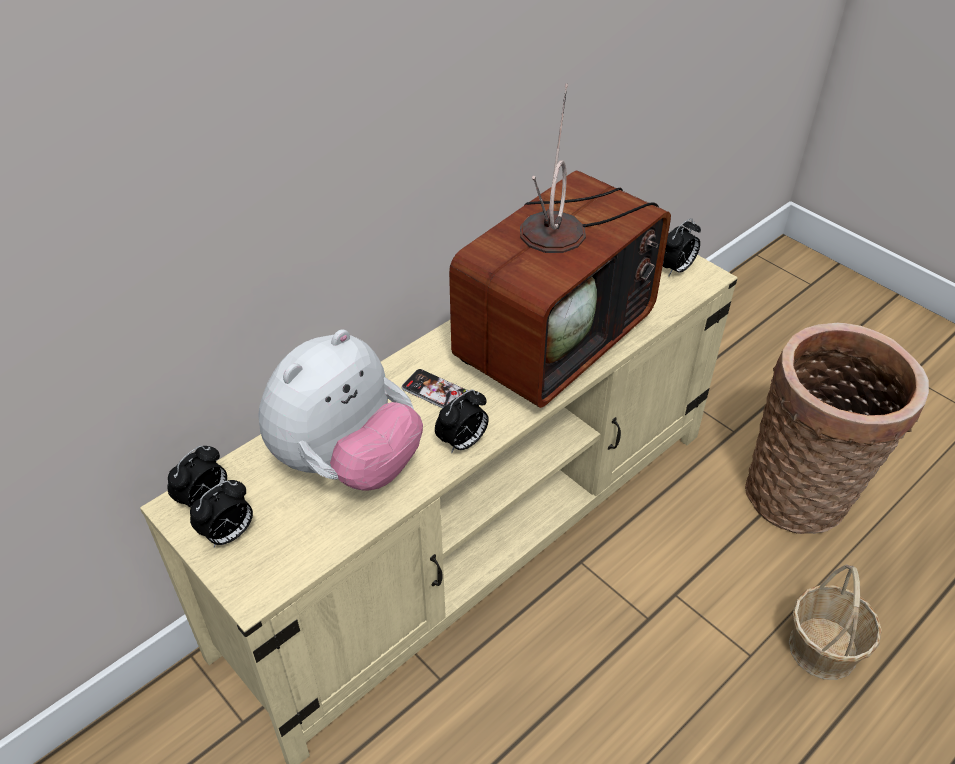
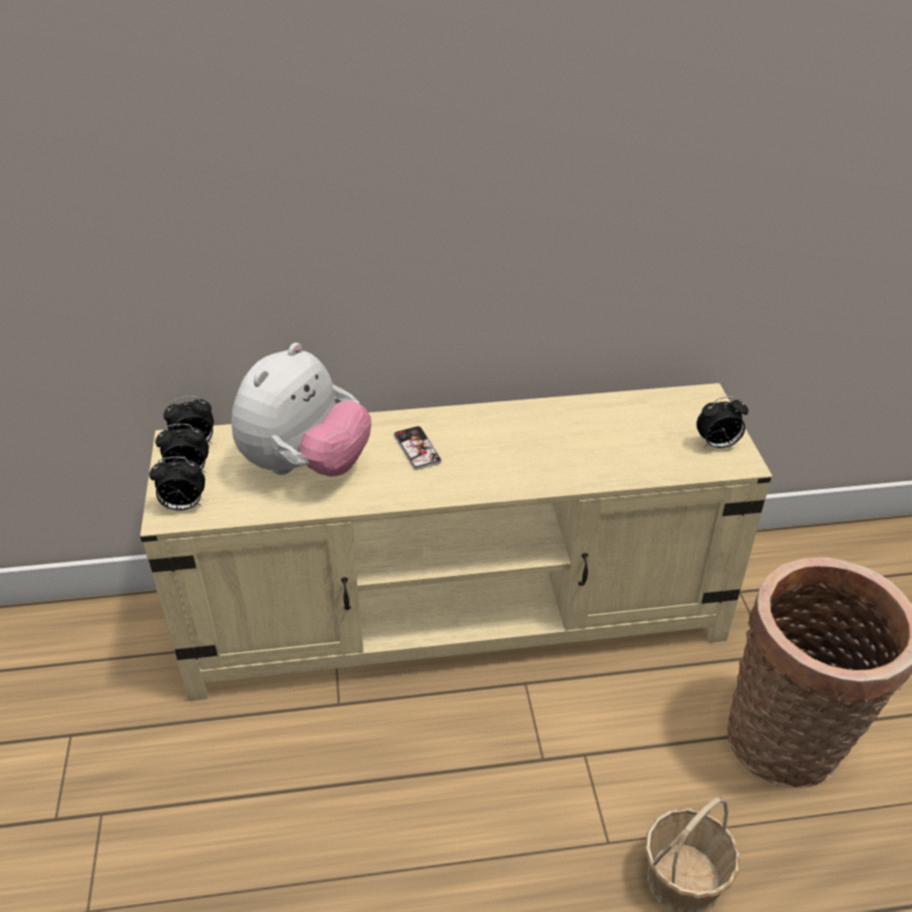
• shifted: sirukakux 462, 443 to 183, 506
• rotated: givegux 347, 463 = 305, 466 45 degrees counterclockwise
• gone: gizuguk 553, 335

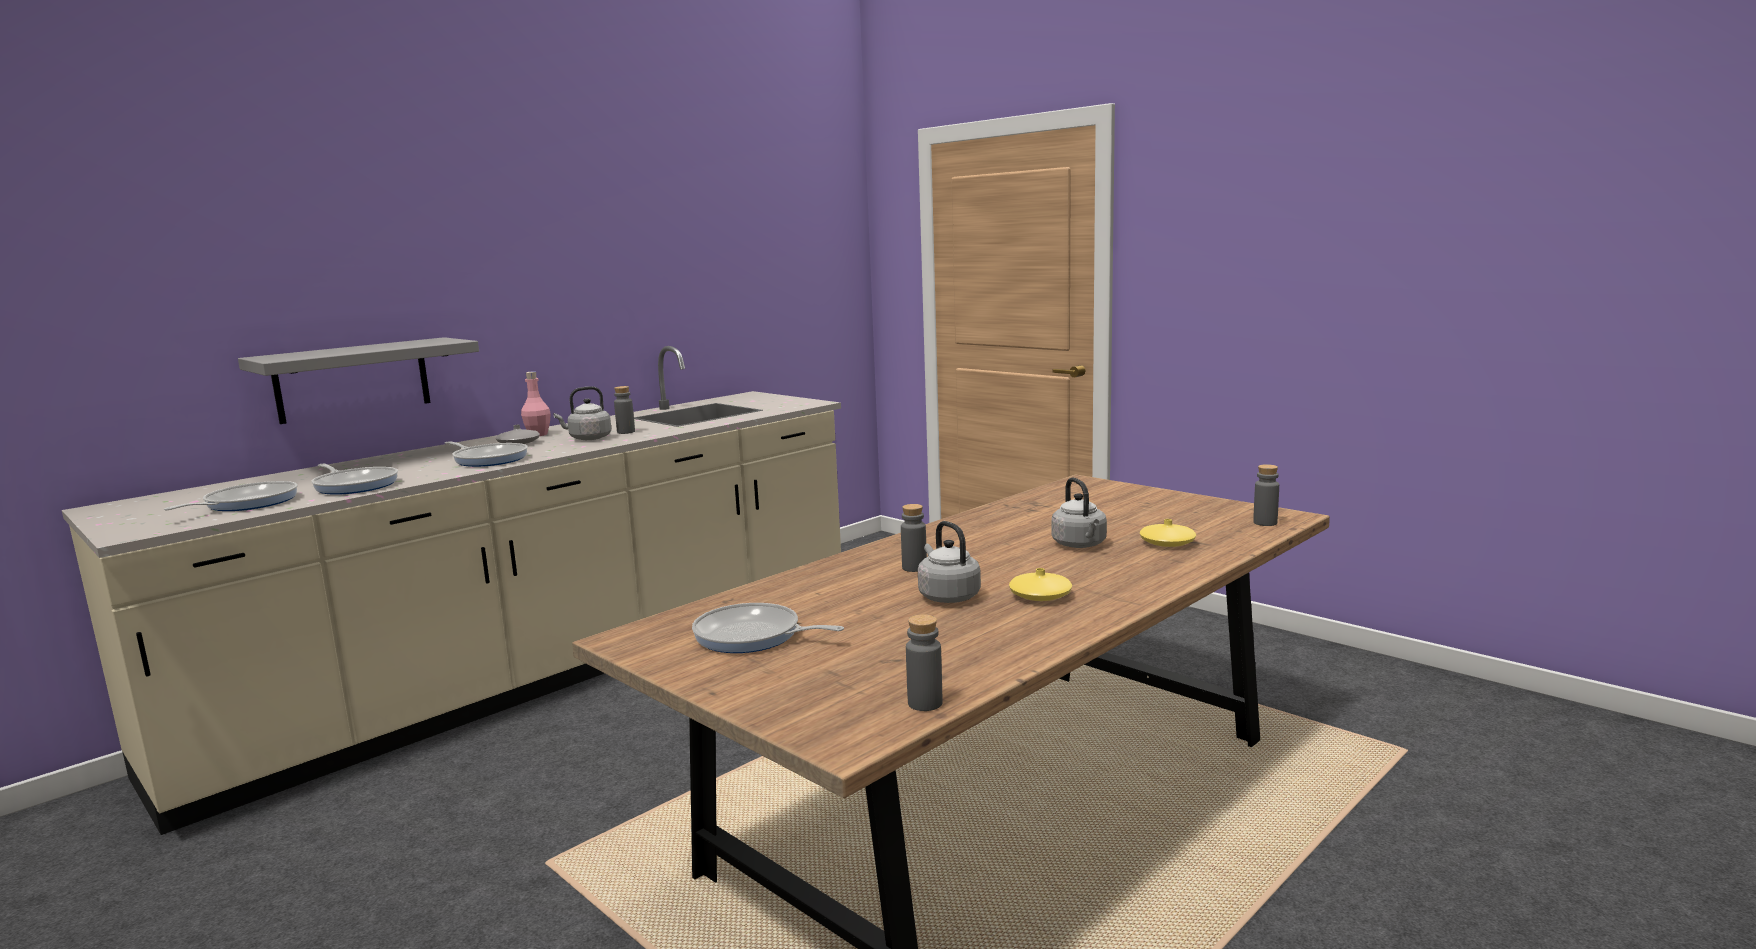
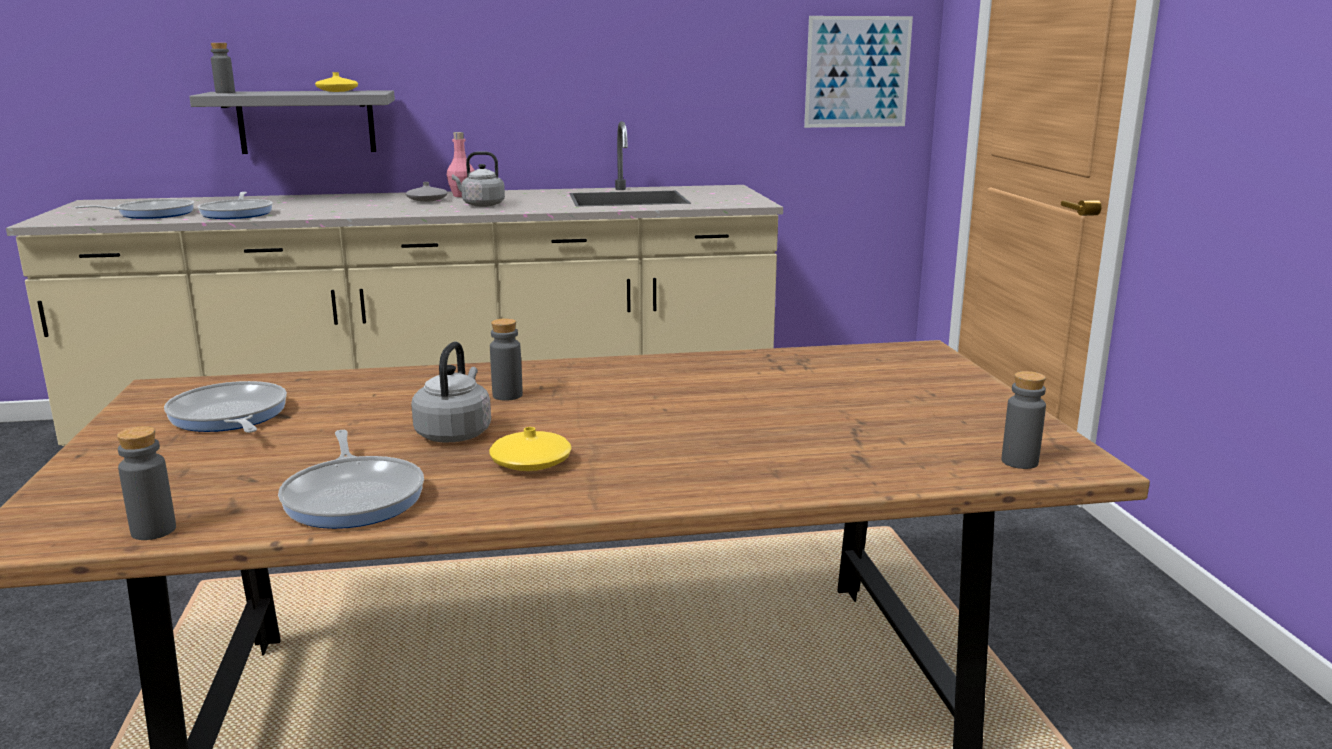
• shifted: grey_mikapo 626, 432 to 225, 92
• shifted: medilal 489, 459 to 354, 497
• shifted: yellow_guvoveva 1167, 543 to 337, 91
• new: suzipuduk 857, 72
• gone: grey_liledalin 1080, 545

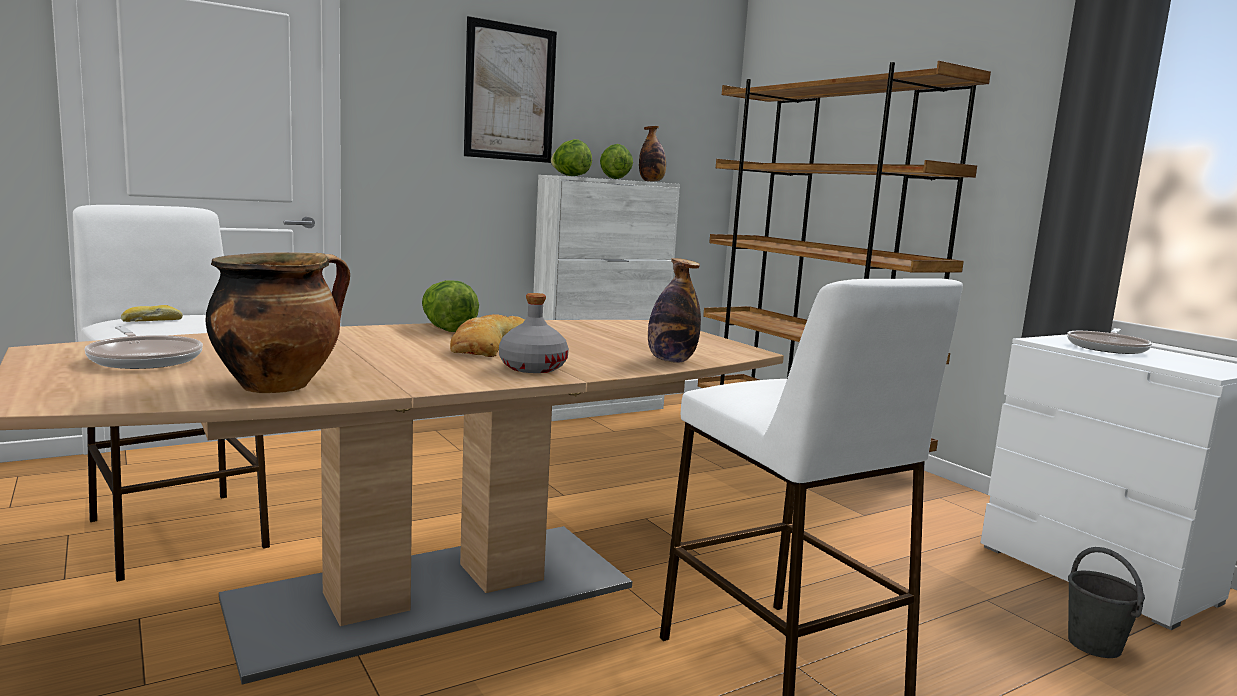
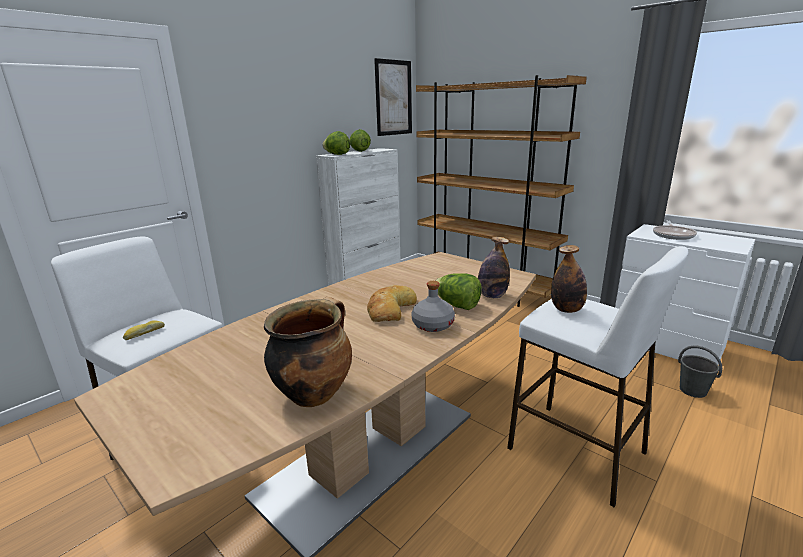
• shifted: suzipuduk 510, 93 to 393, 98
• shifted: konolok 446, 329 to 457, 305
• shifted: mikapo 651, 181 to 567, 310
• gone: medilal 144, 359

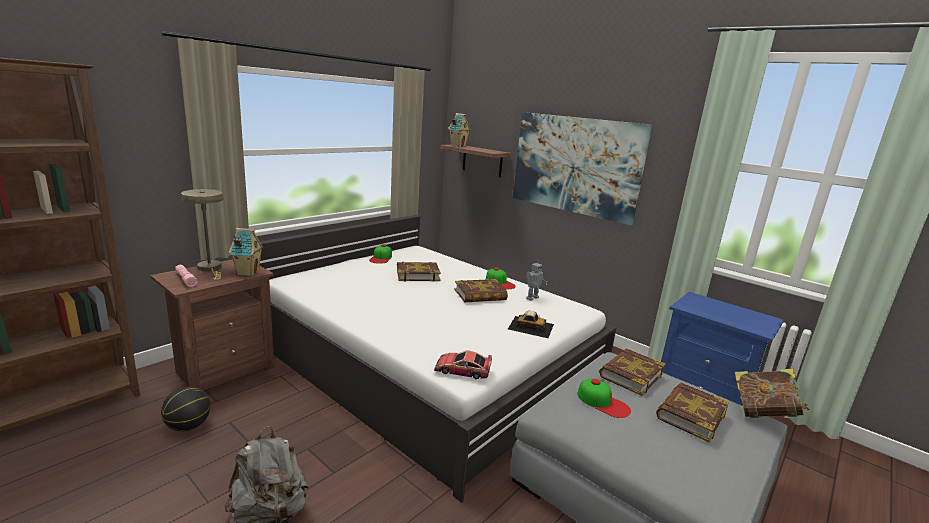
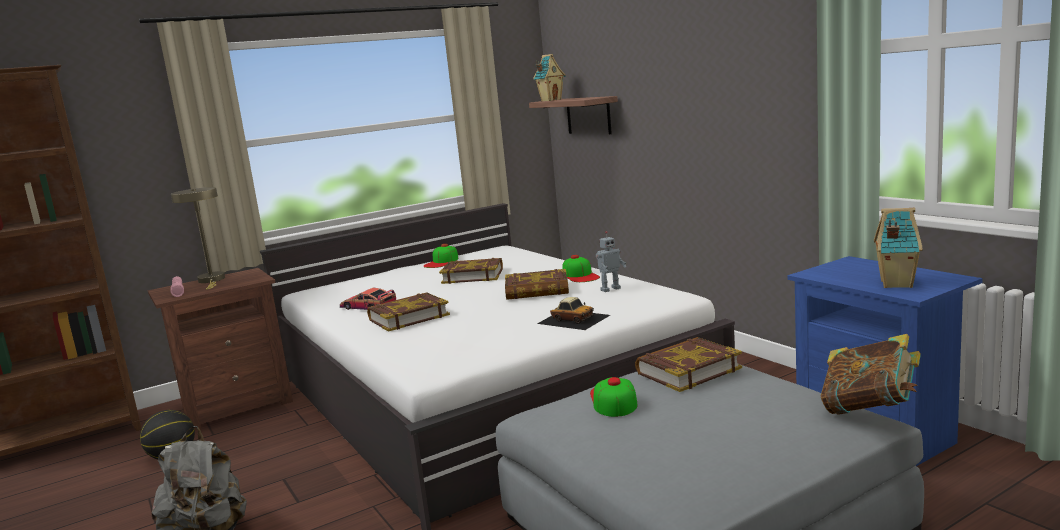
• shifted: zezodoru 462, 370 to 368, 306
• shifted: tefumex 690, 415 to 408, 317
• rotated: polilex 603, 402 = 613, 399 150 degrees counterclockwise
• shifted: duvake 247, 272 to 895, 284
• gone: suzipuduk 575, 165

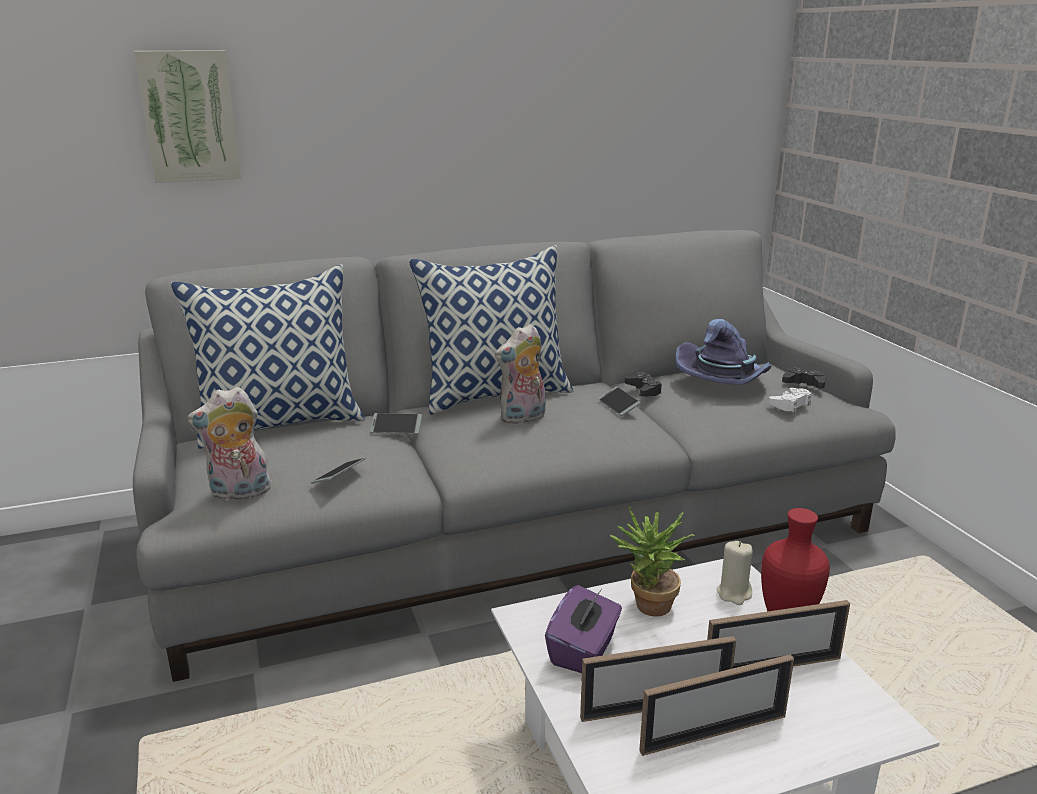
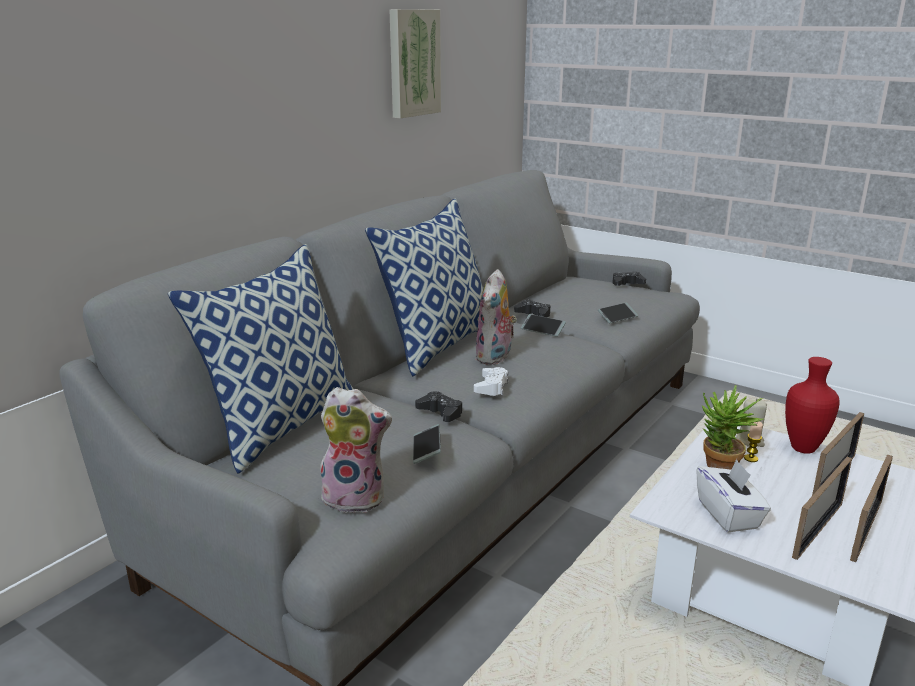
• rotated: givegux 239, 493 = 356, 497 120 degrees counterclockwise
• shifted: suzipuduk 189, 116 to 412, 63
• new: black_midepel 440, 412
• shifted: white_midepel 790, 404 to 491, 386
• shifted: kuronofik 396, 428 to 617, 317
• repainted: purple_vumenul 584, 651 to white_vumenul 728, 514
• new: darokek 751, 458
• gone: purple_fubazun 723, 382

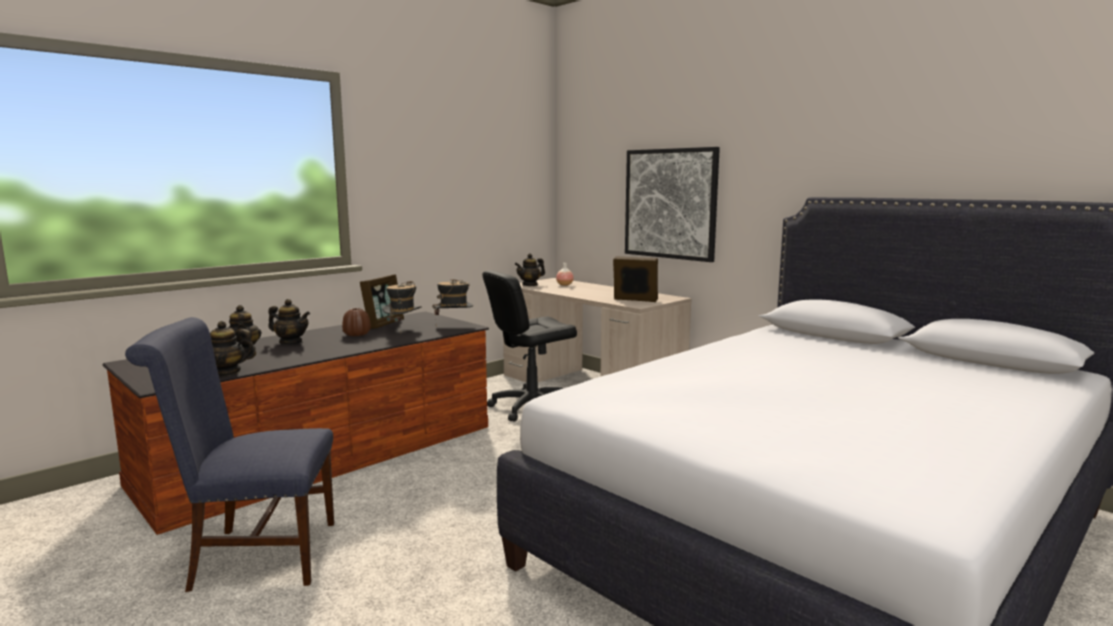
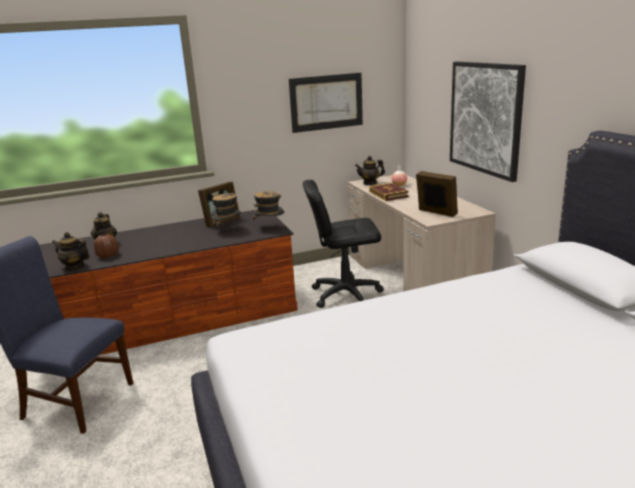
• shifted: brown_guvoveva 357, 334 to 108, 255
• new: suzipuduk 326, 102
• new: tefumex 388, 194
• gone: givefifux 291, 342

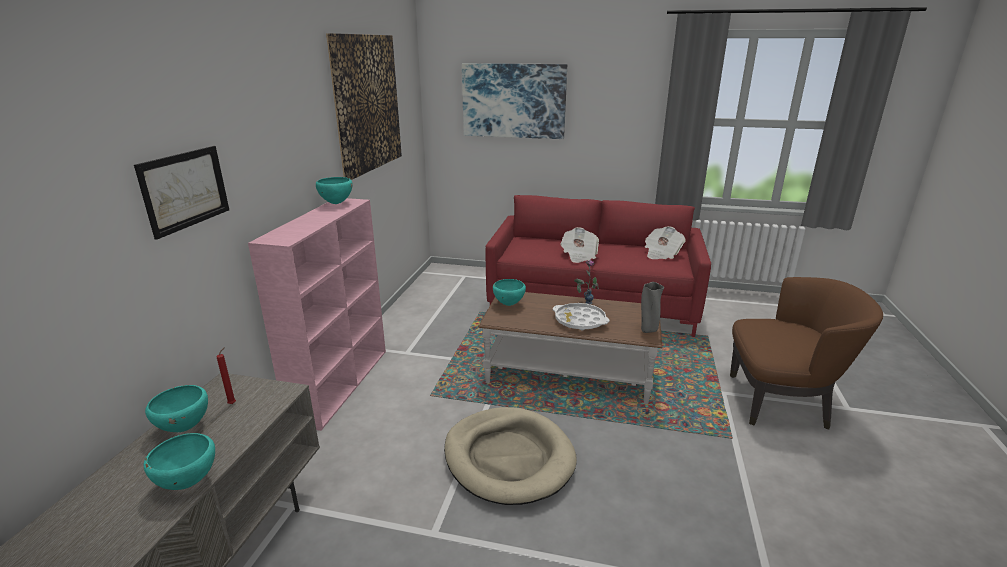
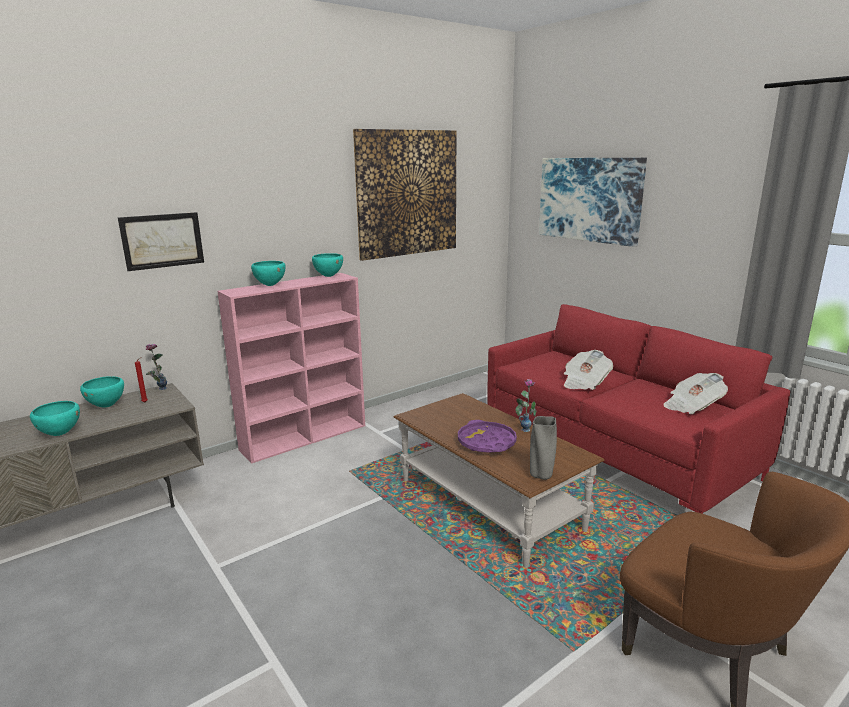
• new: guvoveva 159, 390
• shifted: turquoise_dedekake 508, 304 to 270, 285
• repainted: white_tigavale 580, 321 to purple_tigavale 486, 442
• gone: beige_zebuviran 508, 458

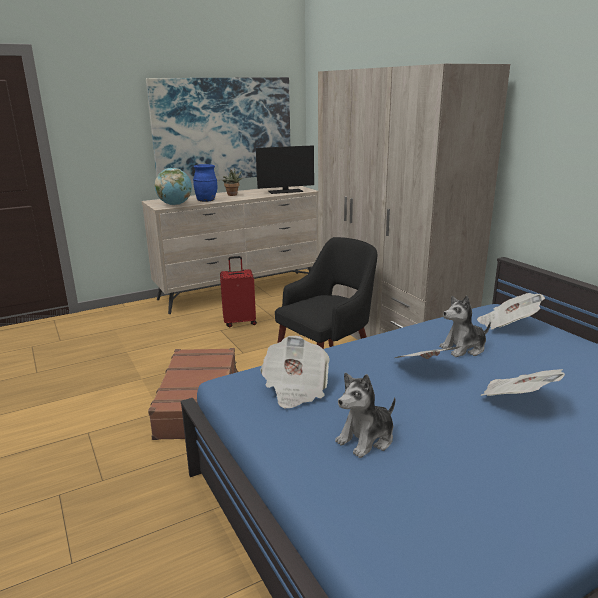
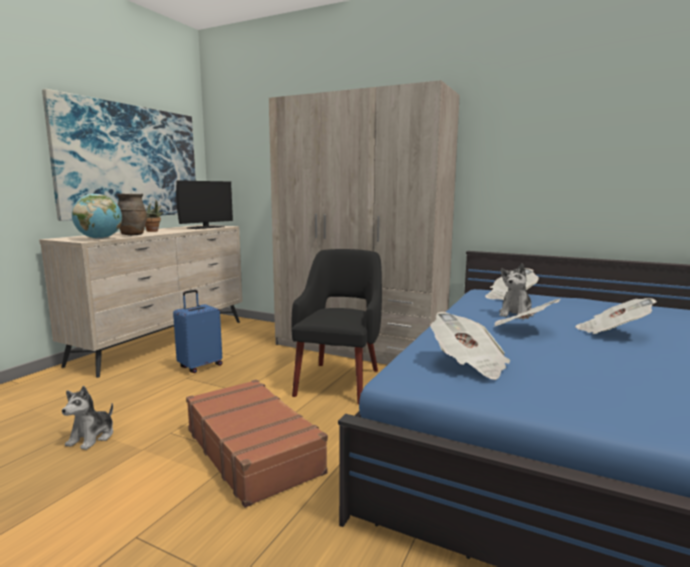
• shifted: givegux 366, 439 to 92, 437
• repainted: blue_guvoveva 206, 201 to brown_guvoveva 133, 235
• repainted: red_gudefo 240, 322 to blue_gudefo 200, 366

